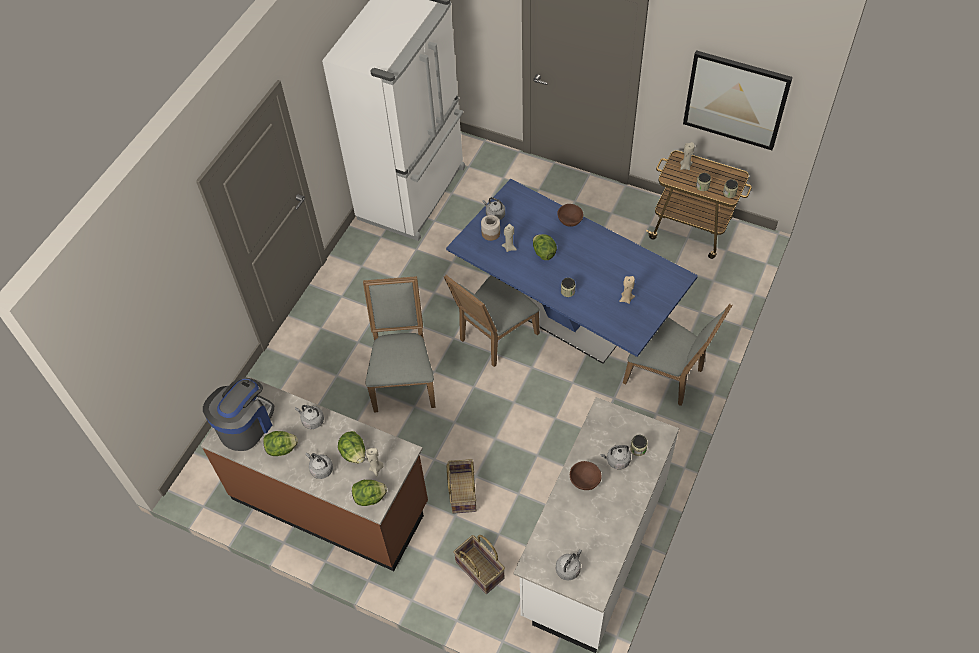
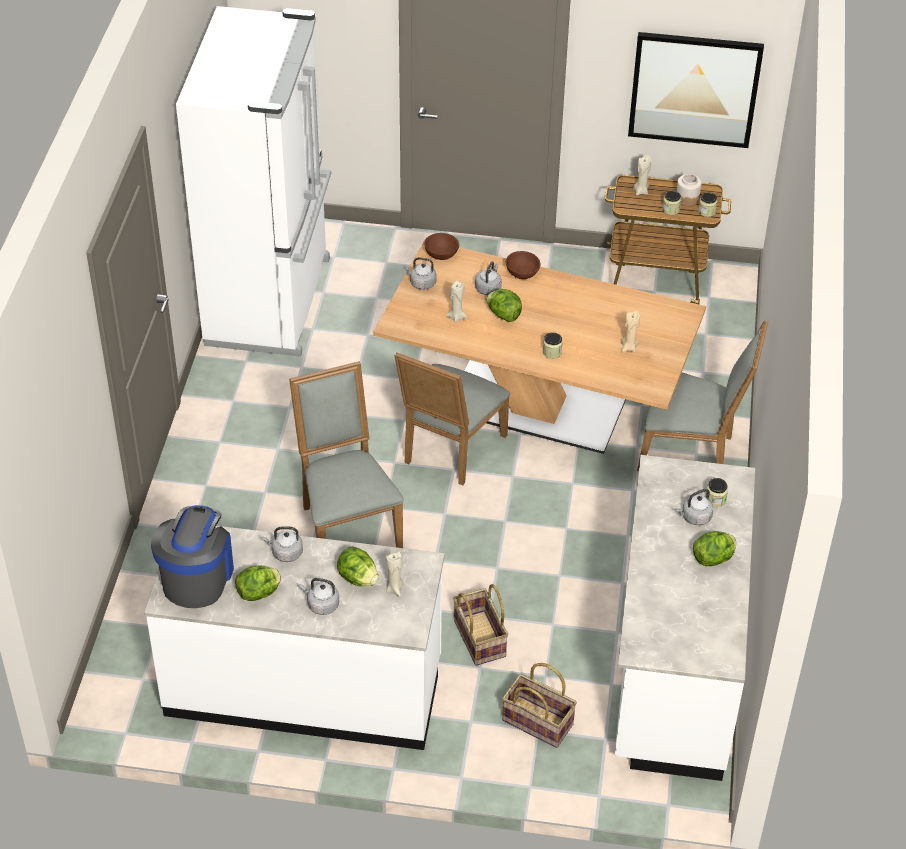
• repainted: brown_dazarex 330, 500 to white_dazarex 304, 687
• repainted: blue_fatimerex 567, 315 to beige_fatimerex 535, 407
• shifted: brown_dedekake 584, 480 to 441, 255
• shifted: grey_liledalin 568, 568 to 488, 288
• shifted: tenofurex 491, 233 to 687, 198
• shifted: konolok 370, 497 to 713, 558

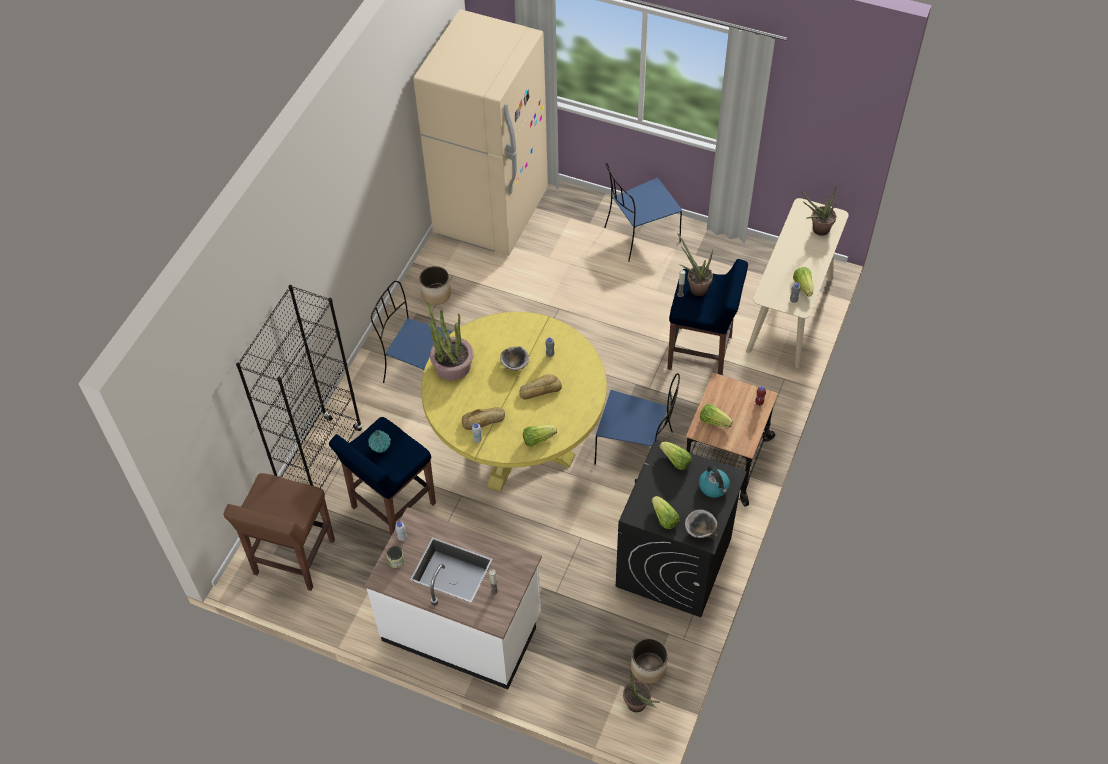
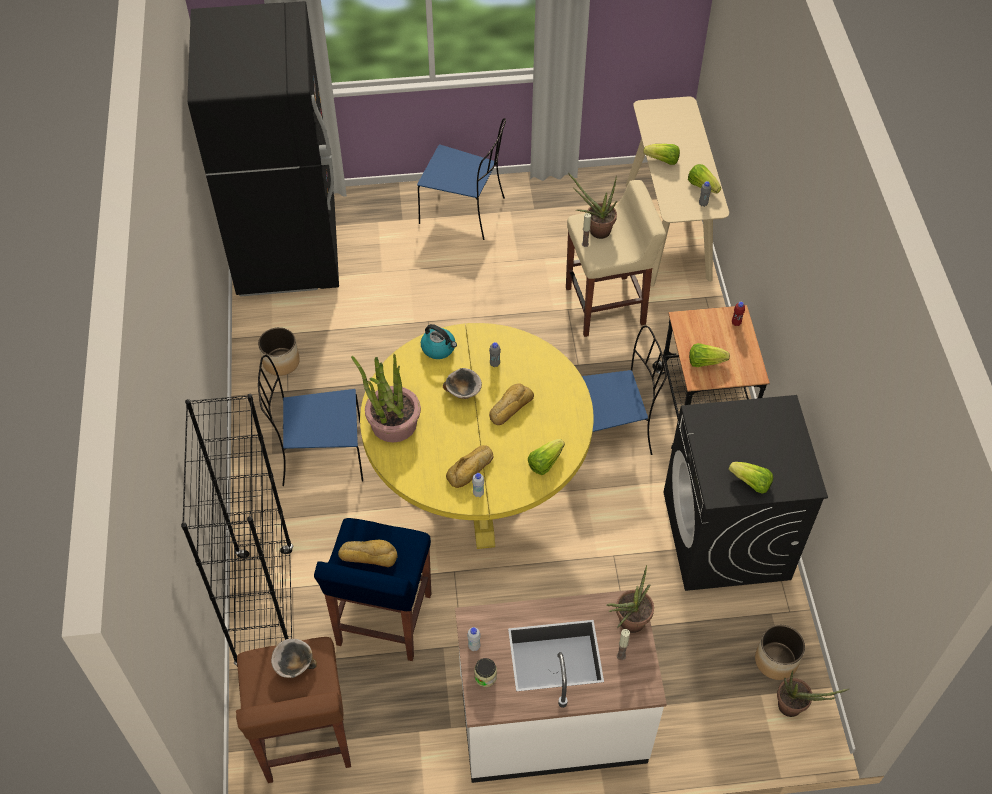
• repainted: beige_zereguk 491, 213 to black_zereguk 287, 250
• shifted: dedekake 700, 530 to 294, 665
• swapped: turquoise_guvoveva 380, 448 to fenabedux 368, 555
• rotated: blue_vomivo 640, 235 = 464, 211 105 degrees counterclockwise
• shifted: liledalin 714, 487 to 439, 348
• repainted: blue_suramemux 701, 353 to beige_suramemux 607, 306
• shifted: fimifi 817, 230 to 627, 624
• shifted: konolok 675, 461 to 662, 160

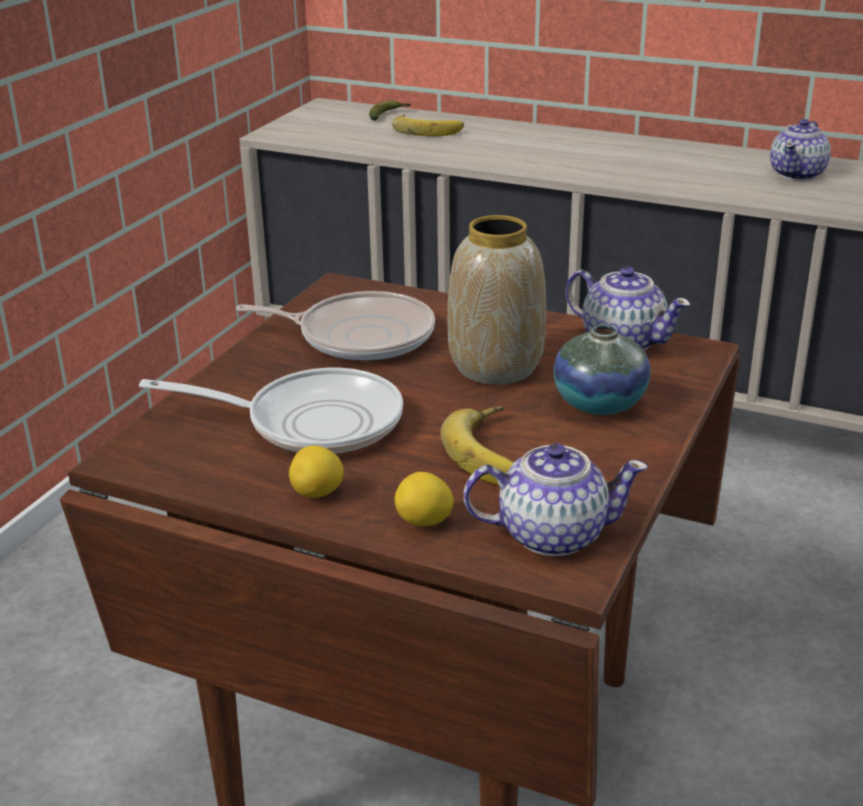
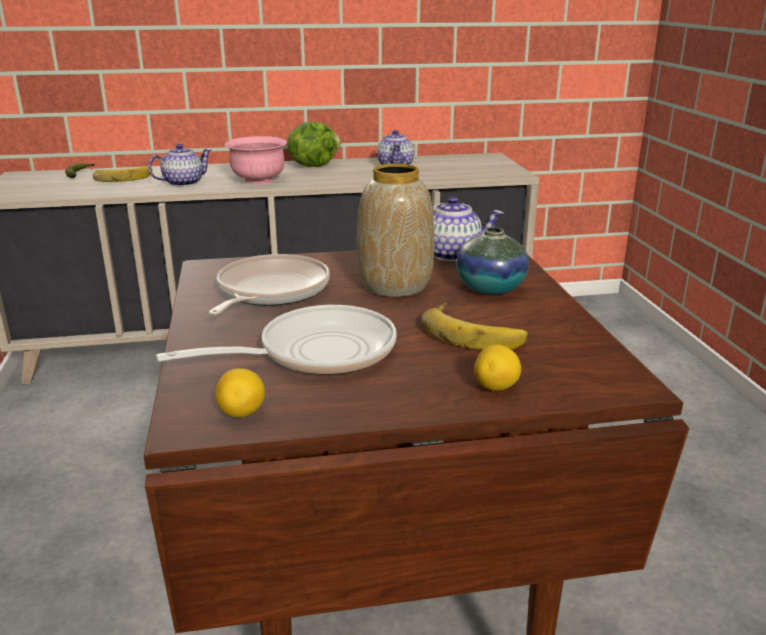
• shifted: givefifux 551, 534 to 182, 183
• rotated: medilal 359, 336 = 270, 291 45 degrees counterclockwise
• shifted: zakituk 318, 493 to 242, 413
• new: pink_dedekake 258, 181
• new: konolok 313, 165

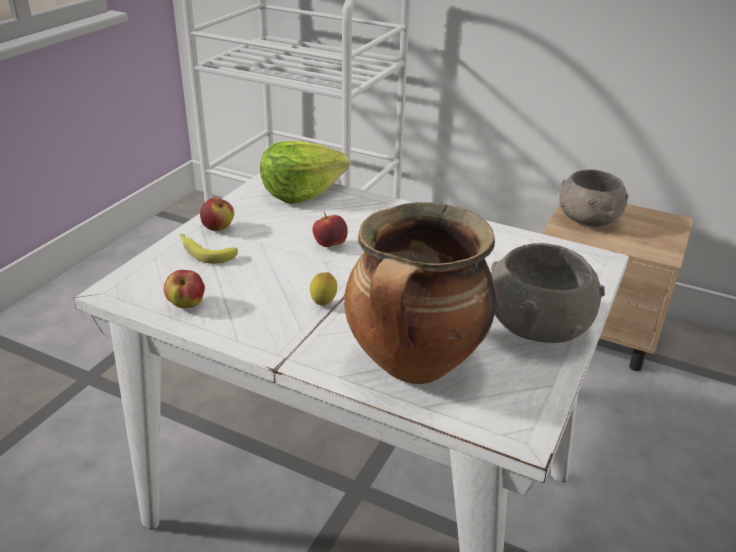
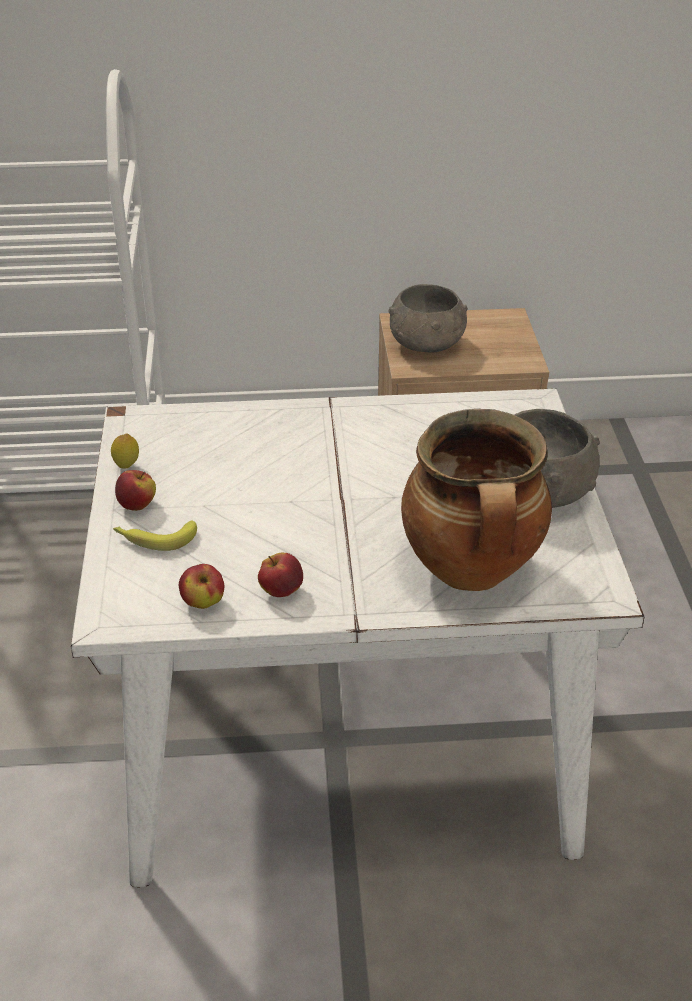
• shifted: zakituk 323, 304 to 127, 467
• shifted: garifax 330, 245 to 281, 591
• gone: konolok 301, 192

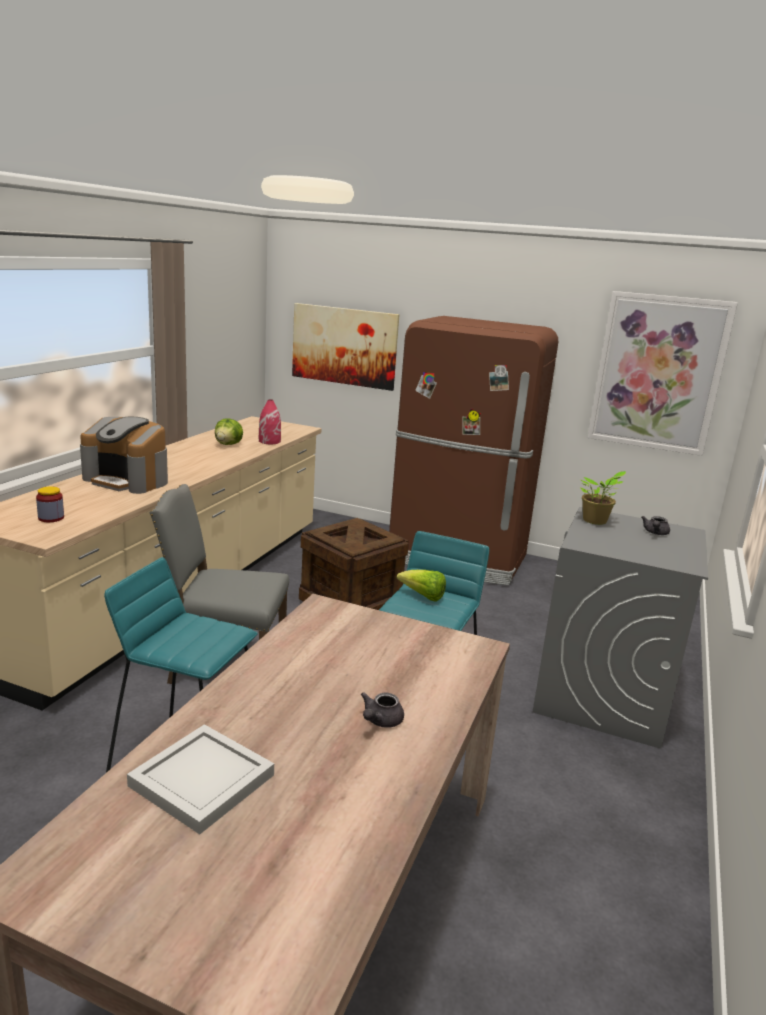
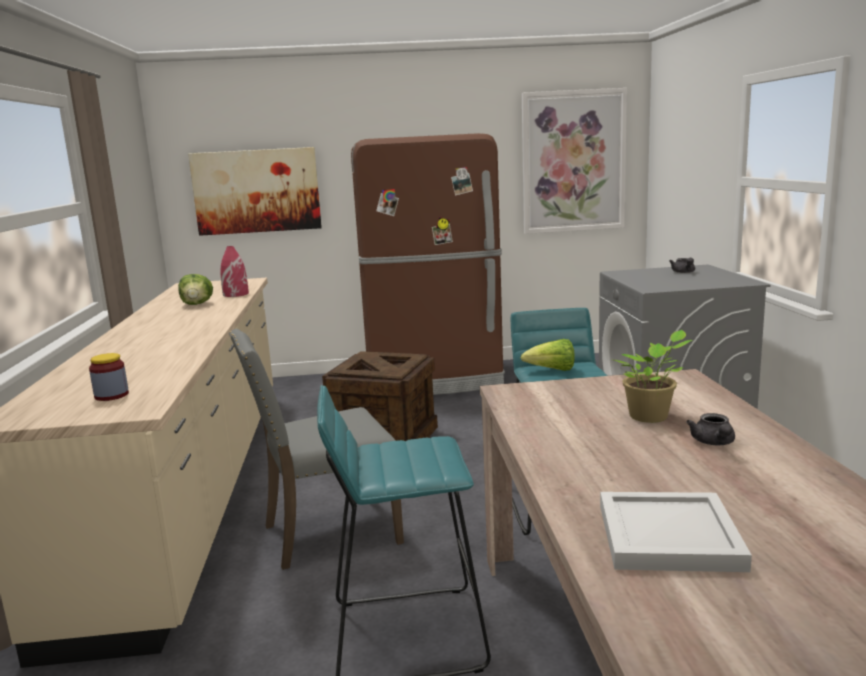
• shifted: fimifi 596, 521 to 651, 417
• gone: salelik 128, 480

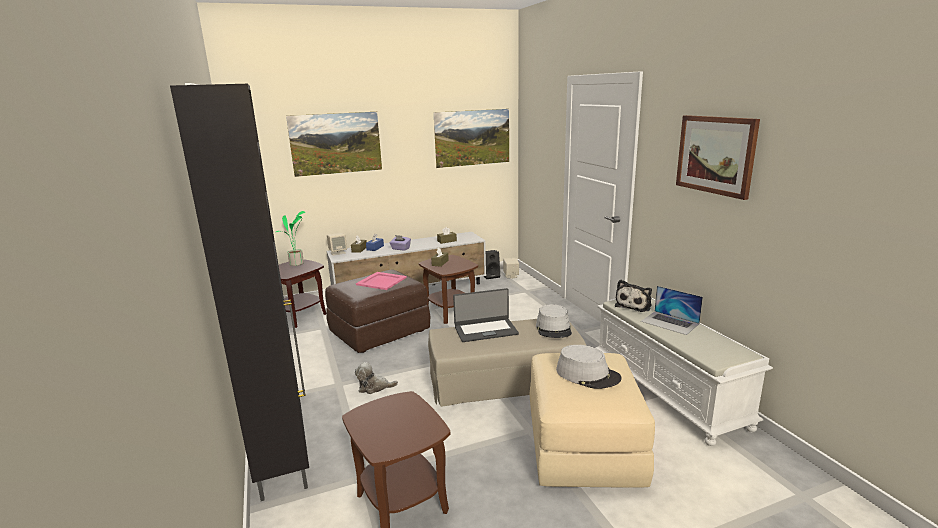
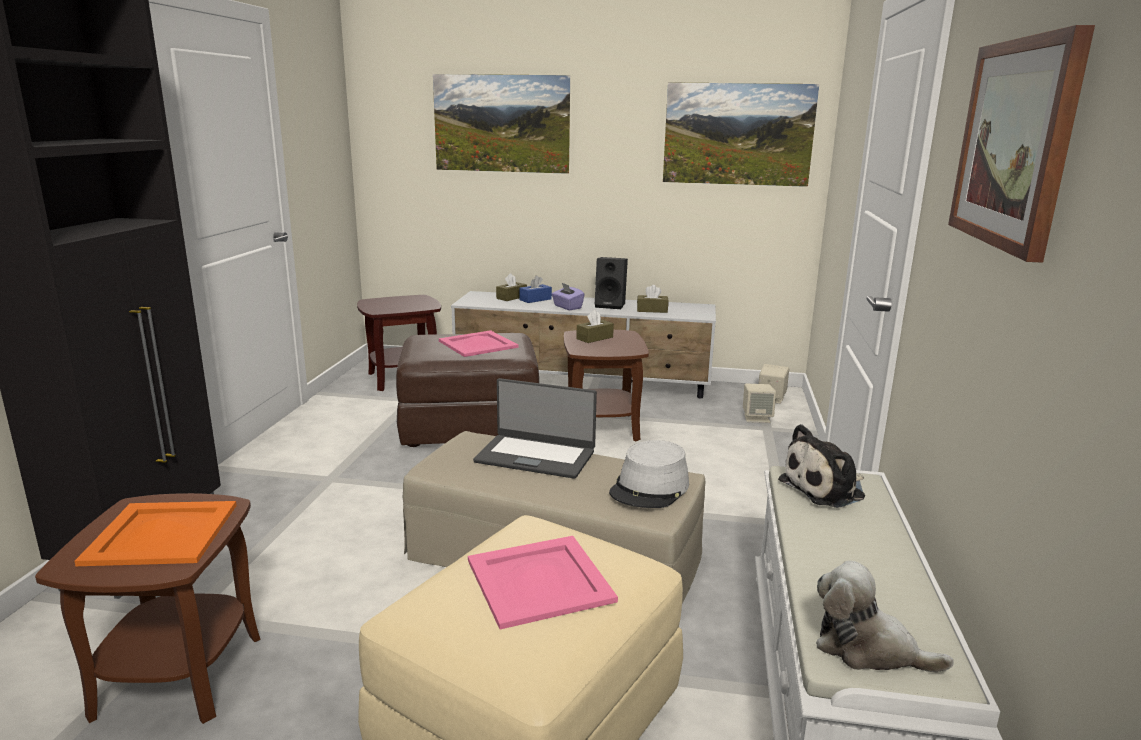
• new: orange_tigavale 160, 534
• swapped: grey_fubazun 588, 374 to pink_tigavale 540, 580
• shifted: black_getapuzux 491, 276 to 611, 305
• shifted: beige_getapuzux 338, 252 to 757, 418
• shifted: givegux 374, 387 to 867, 649
• gone: fimifi 297, 264
• gone: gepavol 670, 322

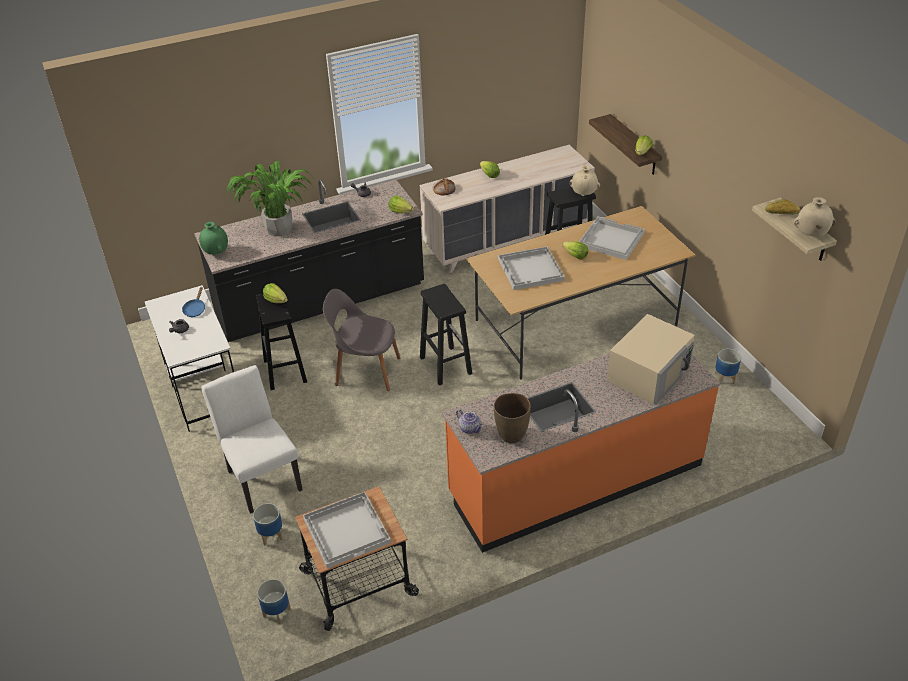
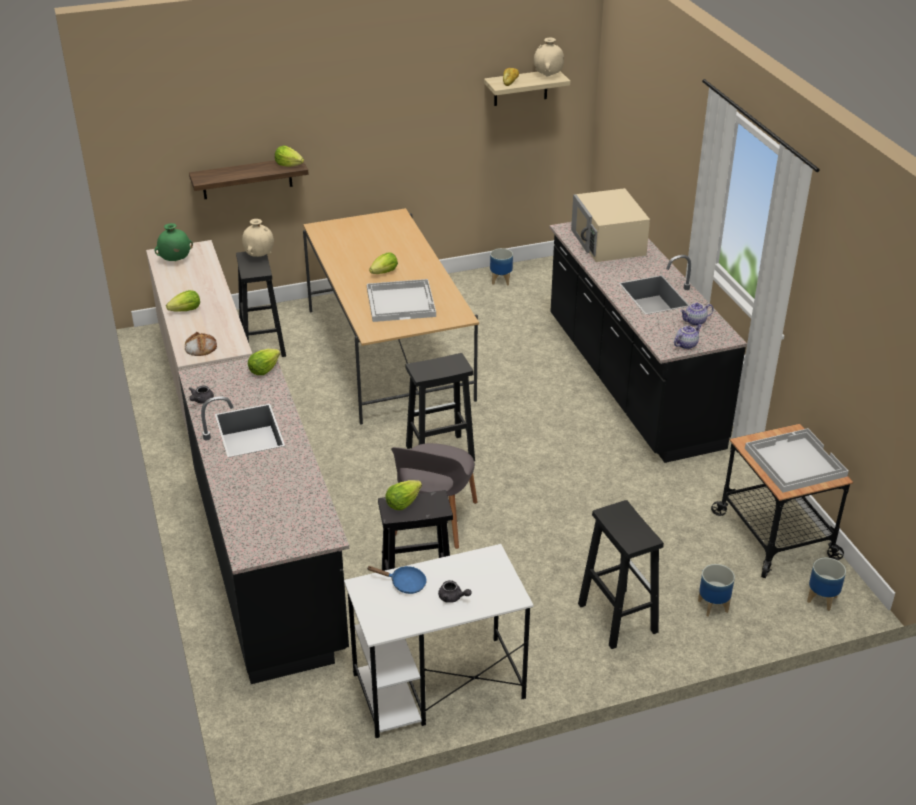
• shifted: green_guvoveva 216, 252 to 175, 260
• repainted: orange_dazarex 575, 479 to black_dazarex 630, 382
• rotated: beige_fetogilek 649, 373 = 608, 242 150 degrees counterclockwise
• swapped: white_vomivo 261, 476 to black_suramemux 616, 617
• swapped: brown_guvoveva 511, 435 to givefifux 695, 322
• gone: fimifi 279, 229
• gone: white_tigavale 610, 239

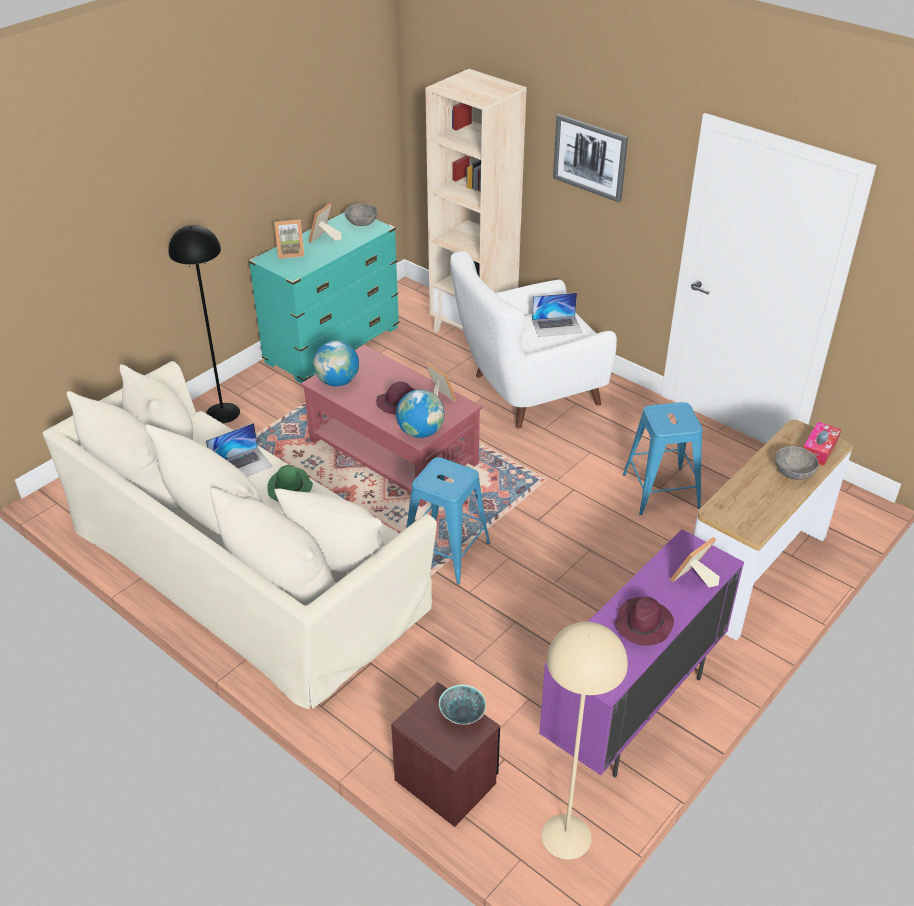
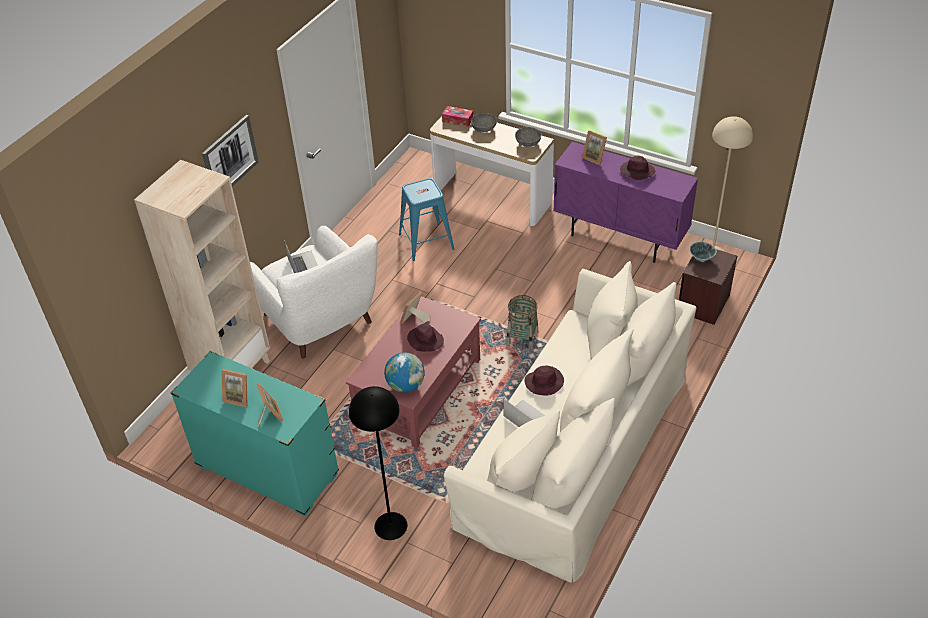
• swapped: blue_suramemux 445, 552 to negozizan 522, 338
• shifted: grey_dedekake 361, 222 to 528, 143
• repainted: green_fubazun 290, 489 to purple_fubazun 544, 382
• gone: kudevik 420, 432

